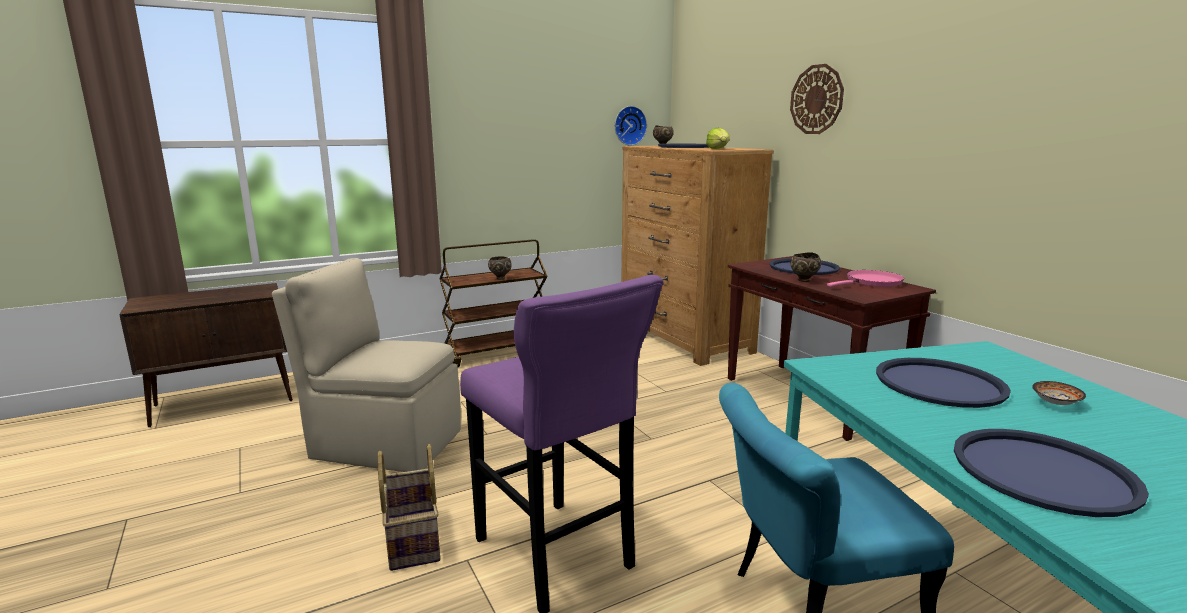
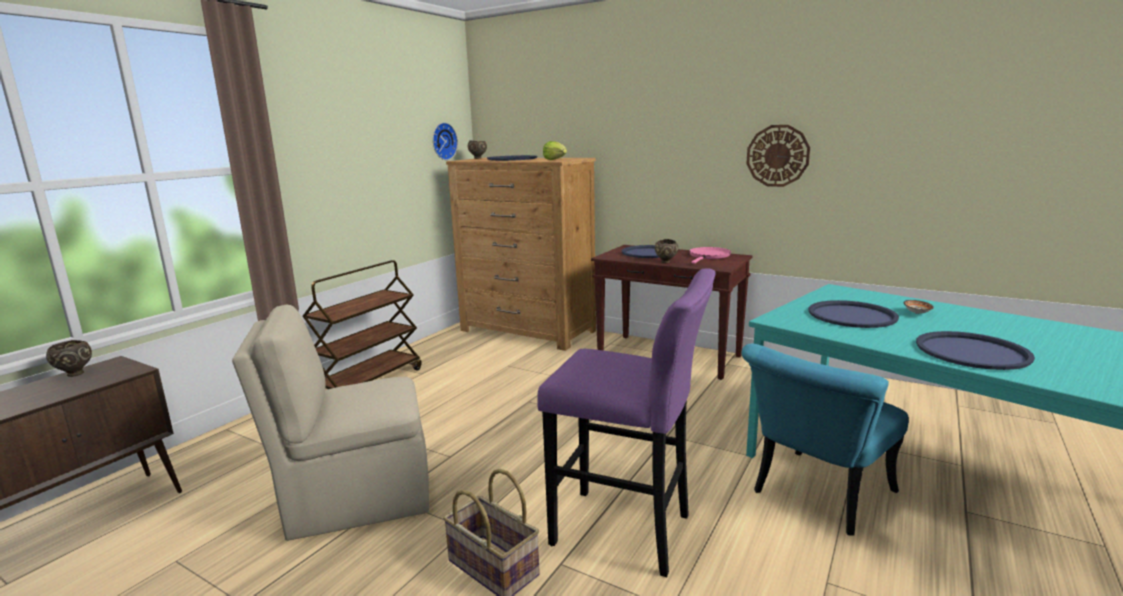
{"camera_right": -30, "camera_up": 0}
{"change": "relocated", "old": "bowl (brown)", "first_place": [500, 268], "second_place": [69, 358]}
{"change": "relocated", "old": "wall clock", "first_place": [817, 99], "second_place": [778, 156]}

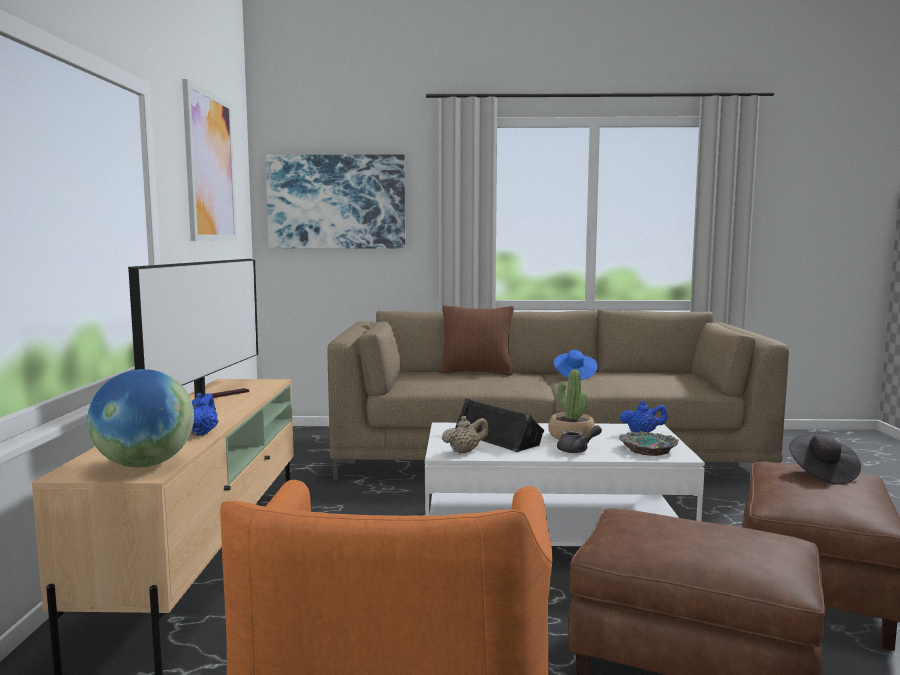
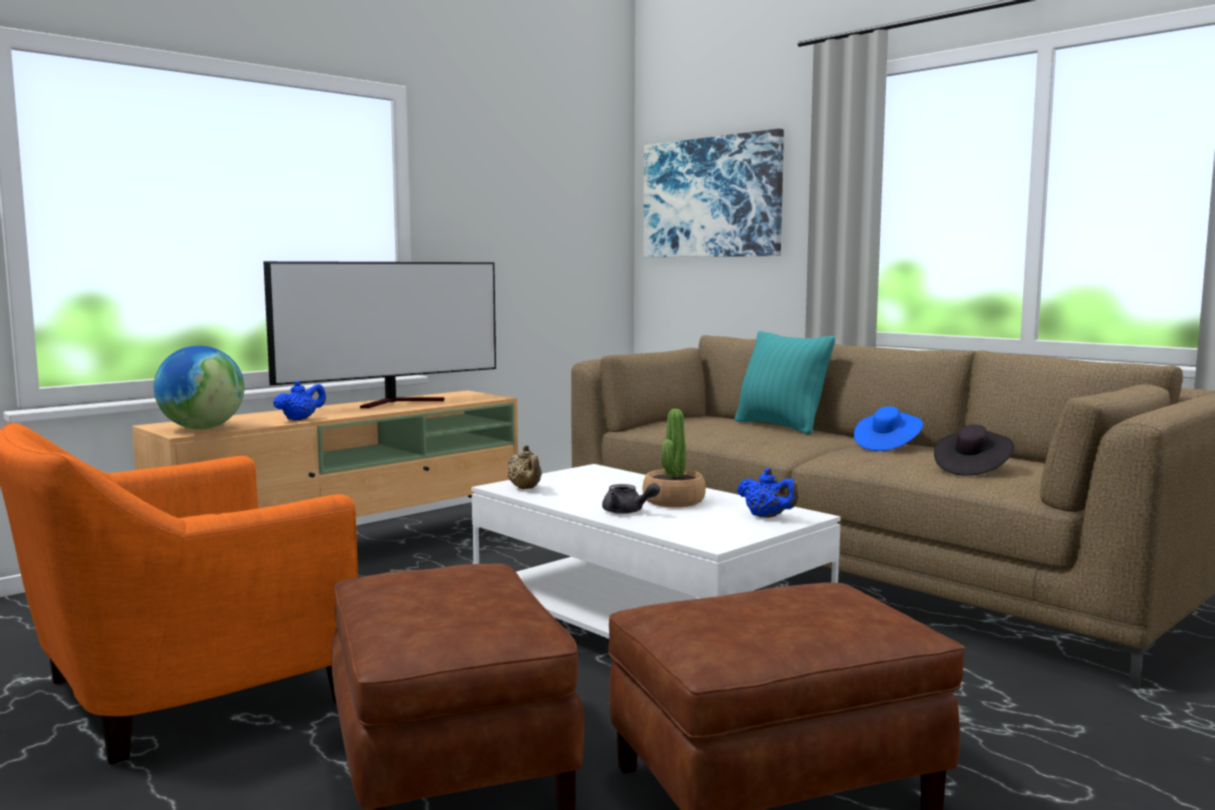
{"camera_right": 45, "camera_up": 0}
{"change": "spun", "old": "teapot (beige)", "first_place": [465, 434], "second_place": [524, 467], "degrees": 45}
{"change": "colour", "old": "pillow (brown)", "new": "pillow (turquoise)", "first_place": [476, 340], "second_place": [785, 383]}
{"change": "relocated", "old": "hat (black)", "first_place": [825, 459], "second_place": [974, 450]}
{"change": "missing", "old": "picture", "first_place": [209, 160]}
{"change": "missing", "old": "speaker (black)", "first_place": [499, 425]}
{"change": "missing", "old": "bowl", "first_place": [649, 443]}

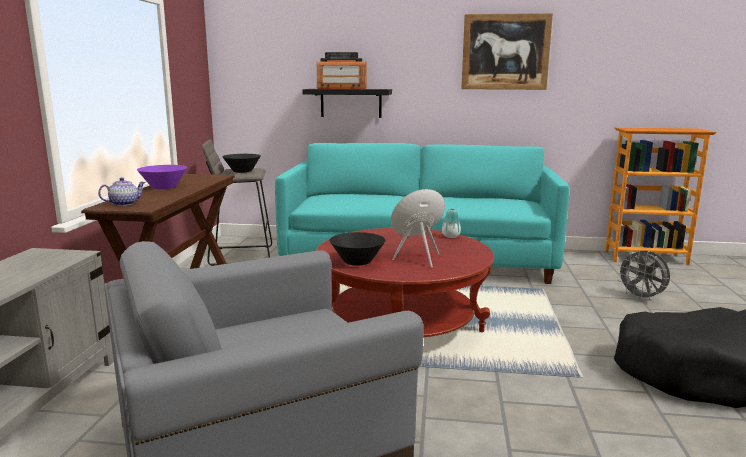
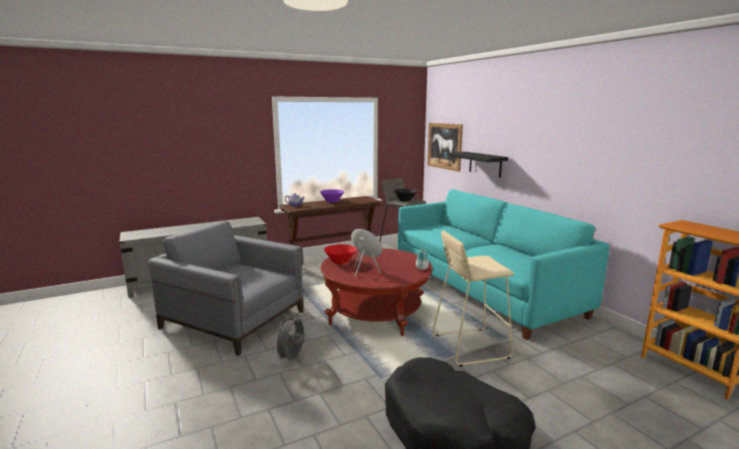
{"camera_right": 55, "camera_up": 0}
{"change": "relocated", "old": "fan (grey)", "first_place": [643, 275], "second_place": [288, 339]}
{"change": "colour", "old": "bowl (black)", "new": "bowl (red)", "first_place": [357, 249], "second_place": [340, 254]}
{"change": "relocated", "old": "picture", "first_place": [507, 51], "second_place": [445, 147]}
{"change": "appeared", "new": "stool (beige)", "second_place": [473, 298]}
{"change": "missing", "old": "radio", "first_place": [342, 70]}

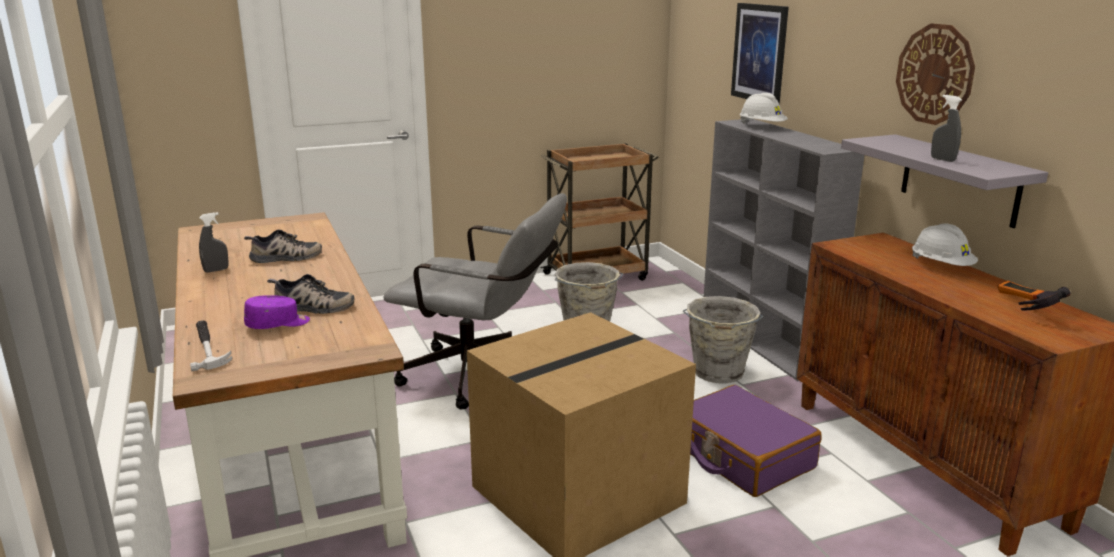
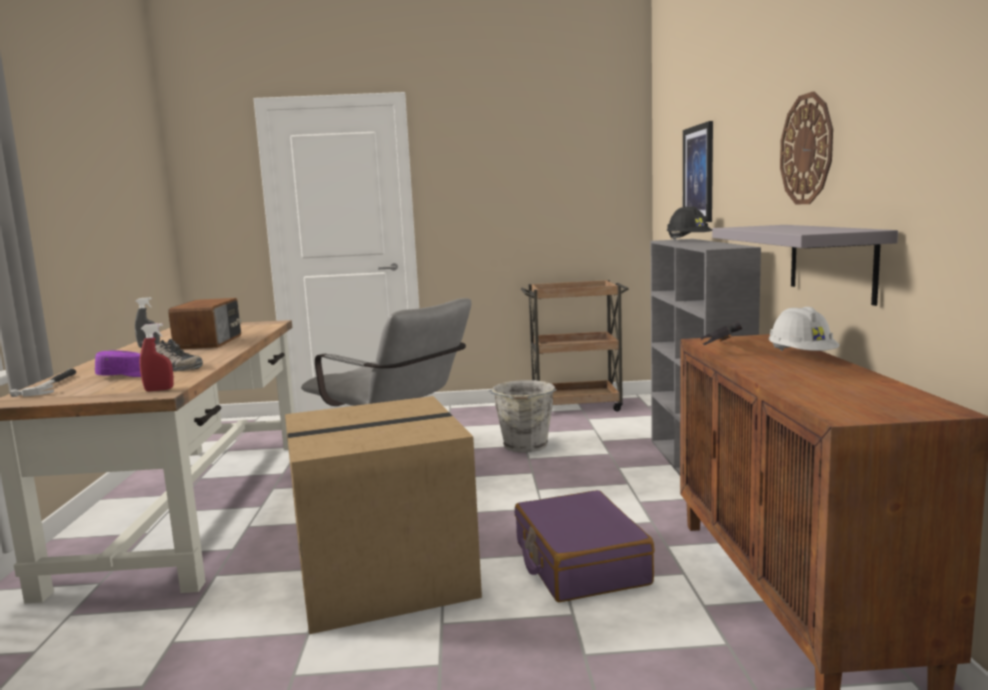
{"camera_right": 20, "camera_up": -10}
{"change": "appeared", "new": "spray bottle (red)", "second_place": [157, 357]}
{"change": "exchanged", "old": "shoe", "new": "radio", "first_place": [283, 246], "second_place": [205, 323]}
{"change": "colour", "old": "hard hat (white)", "new": "hard hat (black)", "first_place": [764, 108], "second_place": [689, 223]}
{"change": "relocated", "old": "hammer", "first_place": [1034, 295], "second_place": [721, 333]}
{"change": "missing", "old": "bucket (grey)", "first_place": [723, 339]}
{"change": "missing", "old": "spray bottle (grey)", "first_place": [946, 128]}

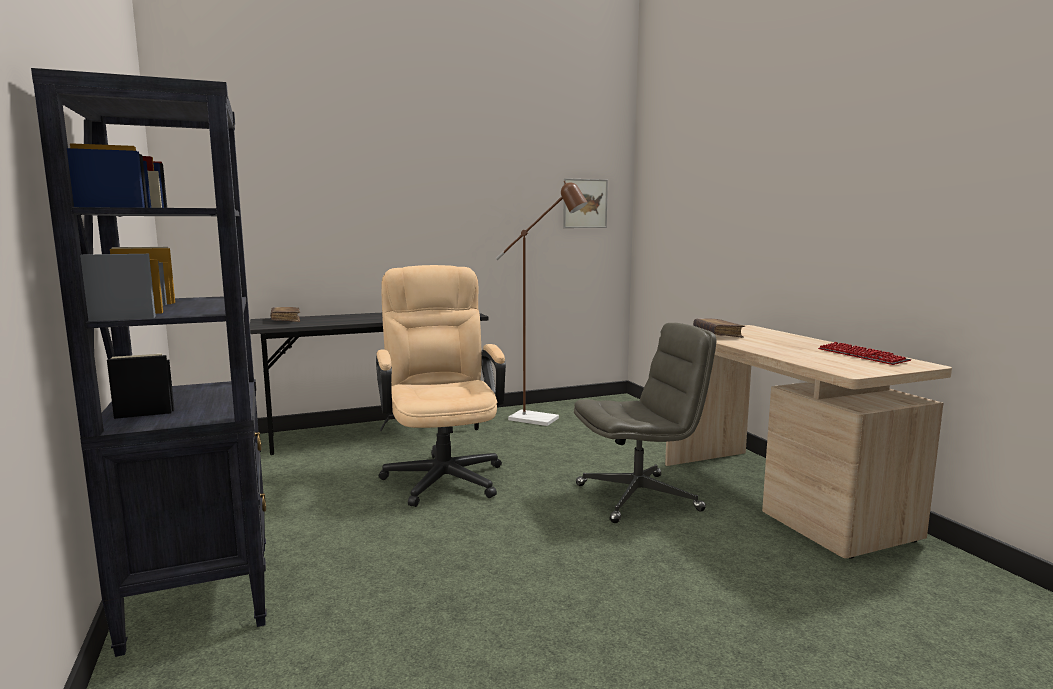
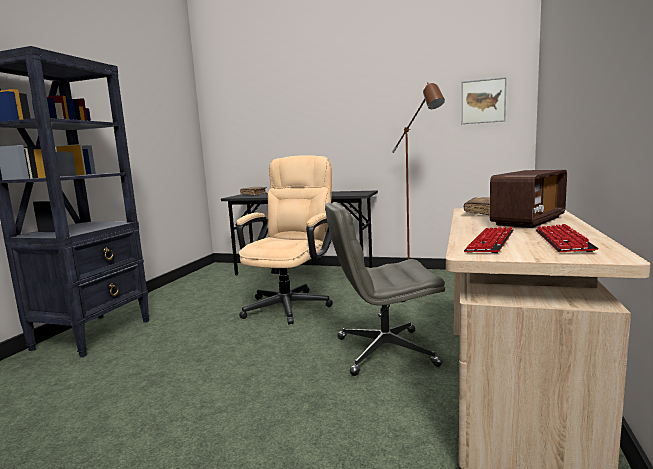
{"camera_right": 40, "camera_up": 0}
{"change": "spun", "old": "office chair (grey)", "first_place": [645, 423], "second_place": [385, 289], "degrees": 150}
{"change": "appeared", "new": "keyboard", "second_place": [489, 239]}
{"change": "appeared", "new": "radio", "second_place": [528, 199]}

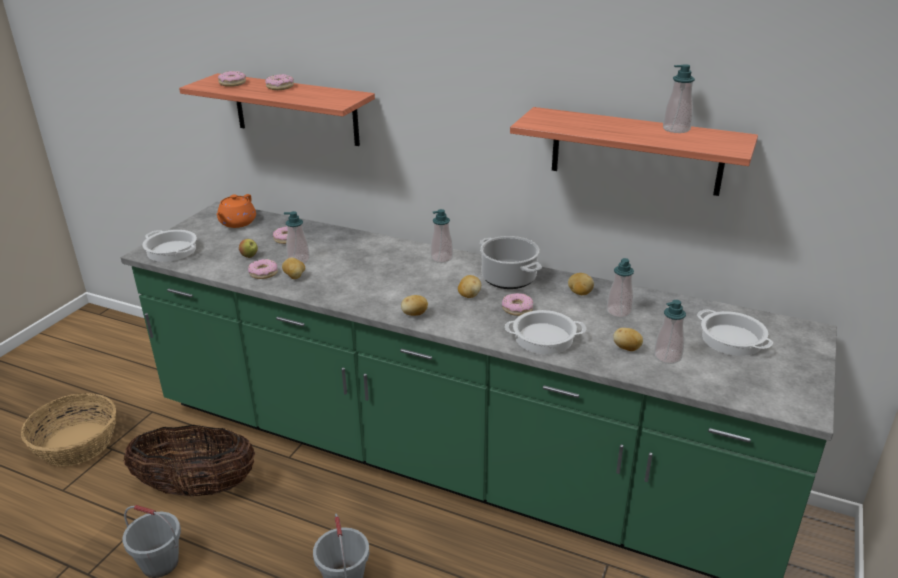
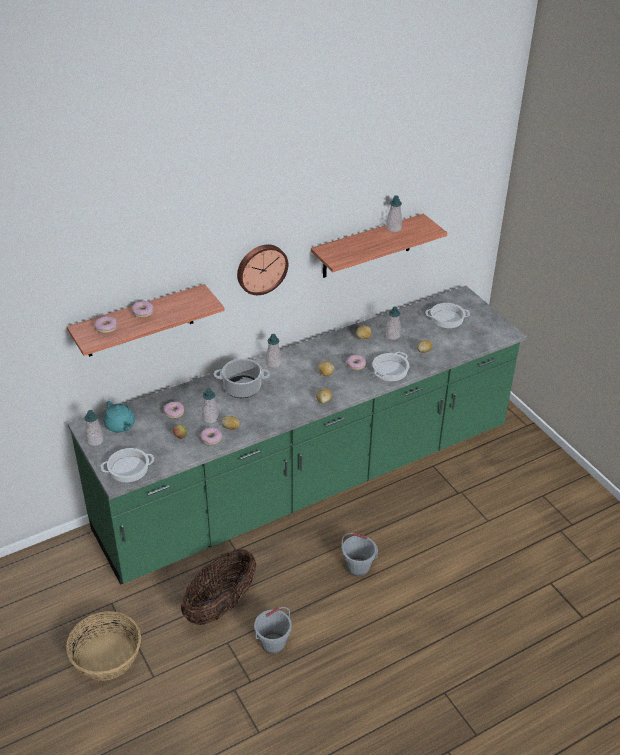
{"camera_right": -55, "camera_up": 10}
{"change": "relocated", "old": "soap dispenser", "first_place": [670, 332], "second_place": [94, 428]}
{"change": "colour", "old": "teapot (orange)", "new": "teapot (turquoise)", "first_place": [236, 211], "second_place": [119, 416]}
{"change": "relocated", "old": "cooking pot", "first_place": [511, 262], "second_place": [242, 378]}
{"change": "appeared", "new": "wall clock", "second_place": [262, 270]}

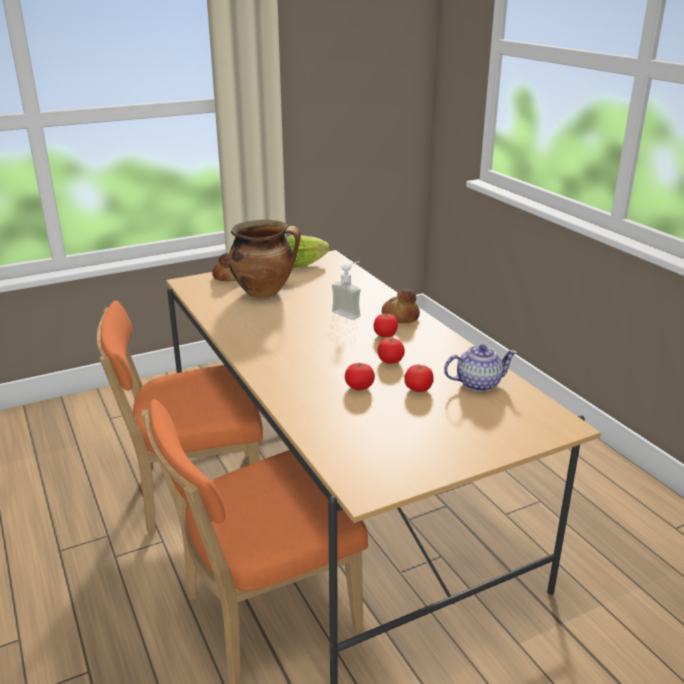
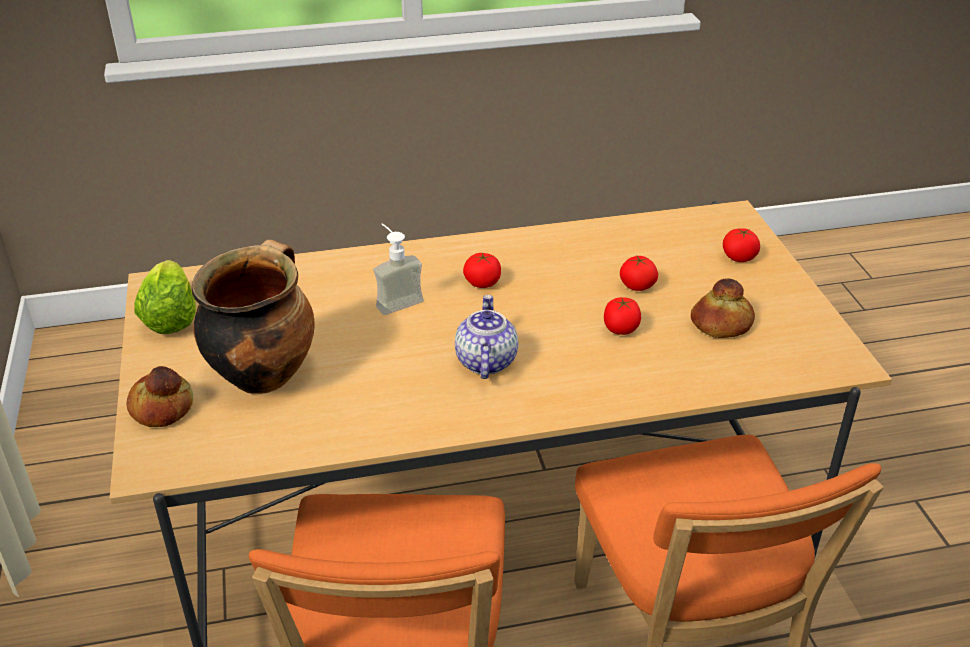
{"camera_right": -75, "camera_up": 10}
{"change": "relocated", "old": "teapot", "first_place": [480, 368], "second_place": [486, 337]}
{"change": "relocated", "old": "bread", "first_place": [401, 306], "second_place": [723, 308]}
{"change": "relocated", "old": "tomato", "first_place": [391, 351], "second_place": [741, 245]}

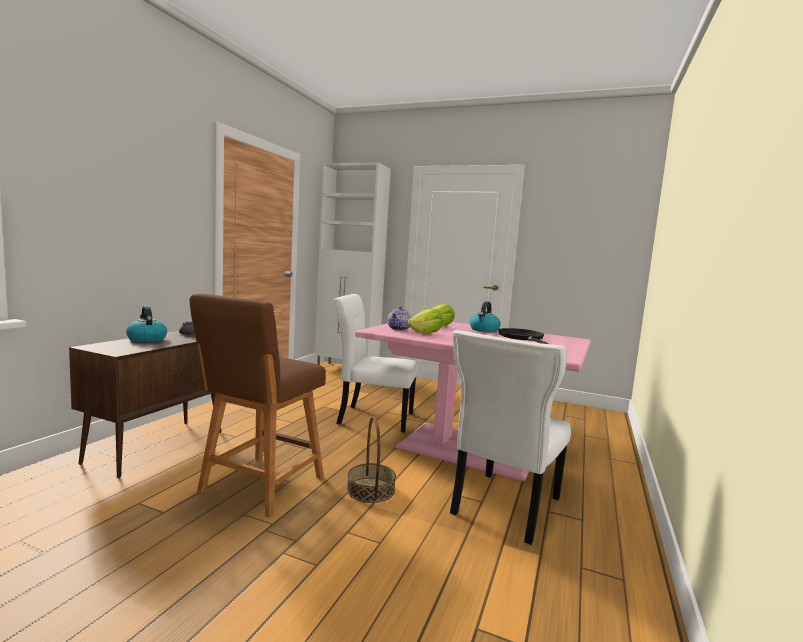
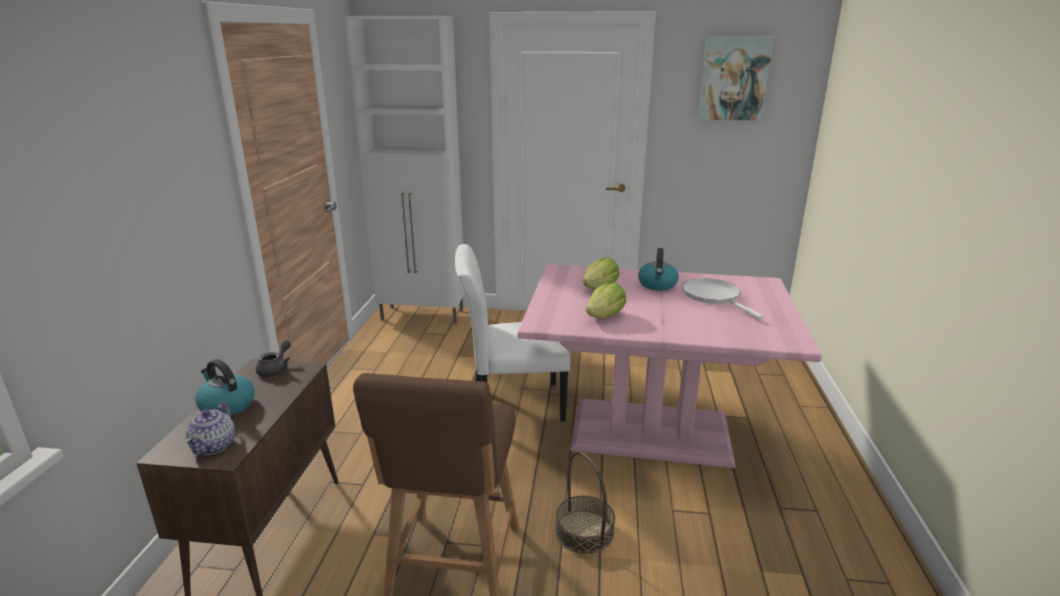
{"camera_right": -15, "camera_up": 15}
{"change": "relocated", "old": "teapot", "first_place": [399, 318], "second_place": [210, 429]}
{"change": "colour", "old": "frying pan (black)", "new": "frying pan (white)", "first_place": [523, 336], "second_place": [722, 298]}
{"change": "appeared", "new": "picture", "second_place": [736, 79]}
{"change": "missing", "old": "chair (white)", "first_place": [510, 437]}

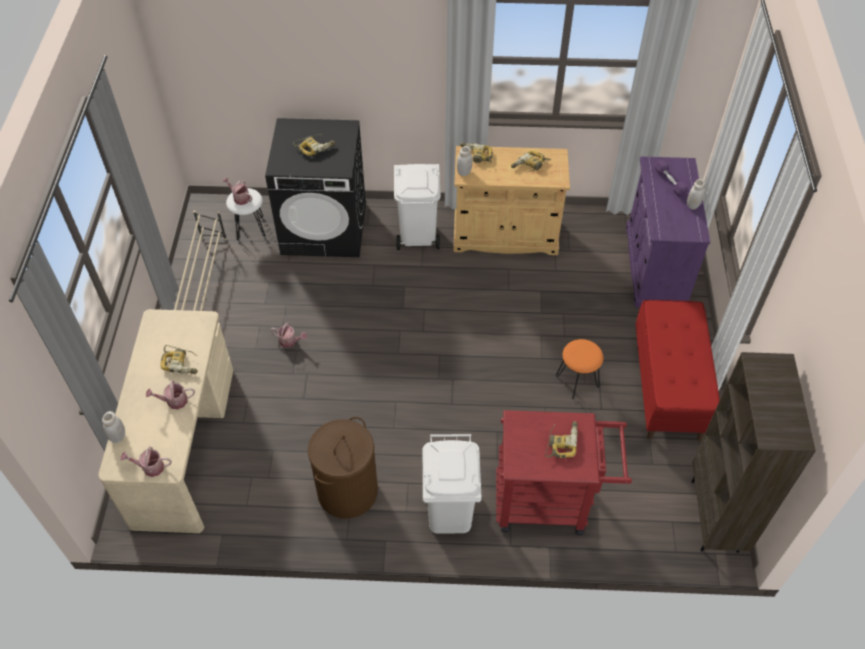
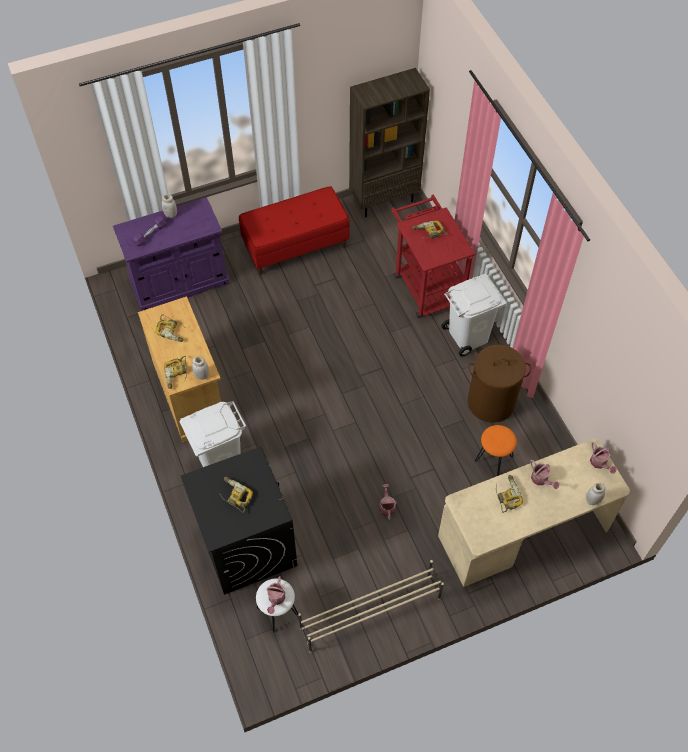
{"camera_right": -115, "camera_up": 5}
{"change": "relocated", "old": "stool (orange)", "first_place": [579, 369], "second_place": [496, 450]}

